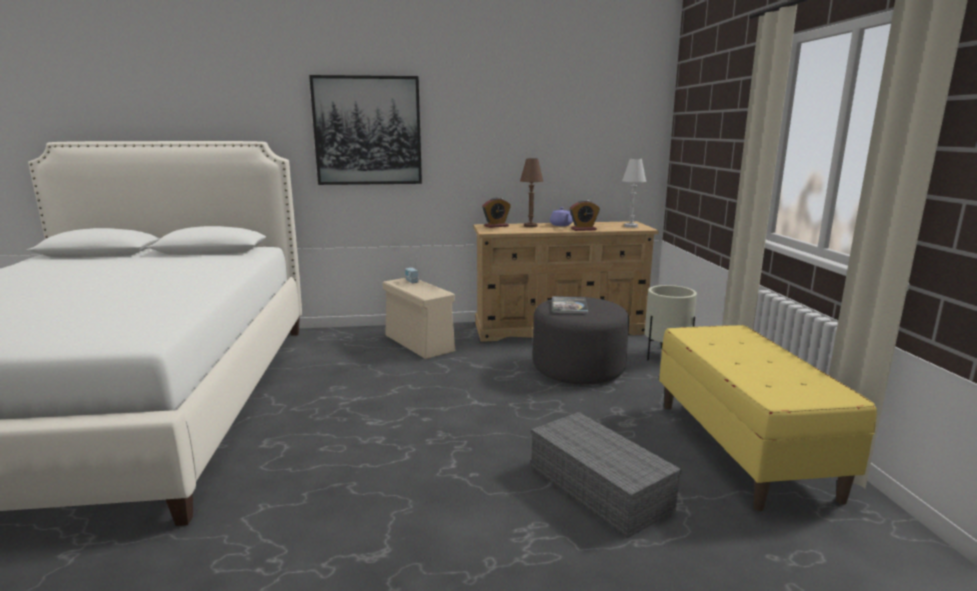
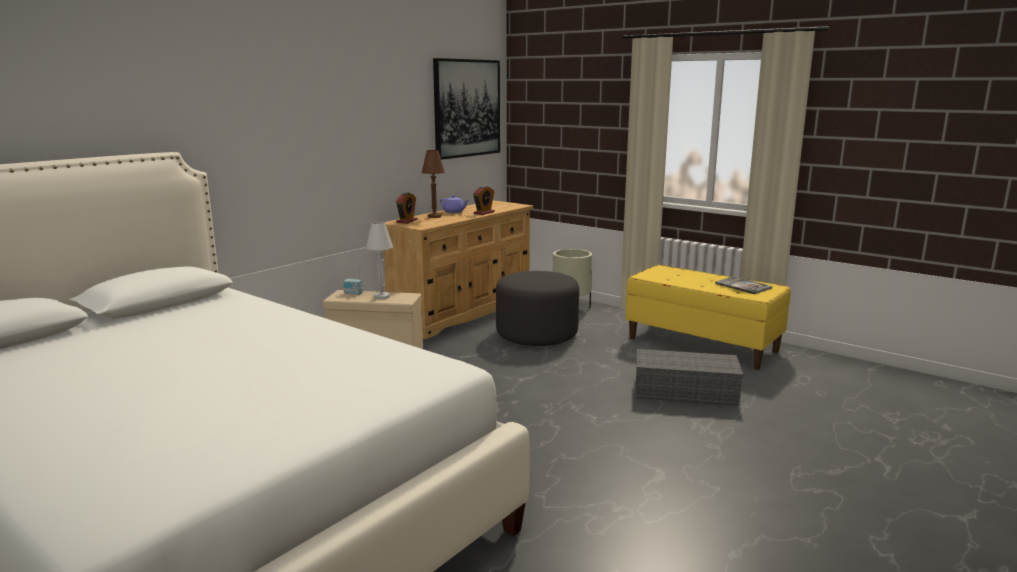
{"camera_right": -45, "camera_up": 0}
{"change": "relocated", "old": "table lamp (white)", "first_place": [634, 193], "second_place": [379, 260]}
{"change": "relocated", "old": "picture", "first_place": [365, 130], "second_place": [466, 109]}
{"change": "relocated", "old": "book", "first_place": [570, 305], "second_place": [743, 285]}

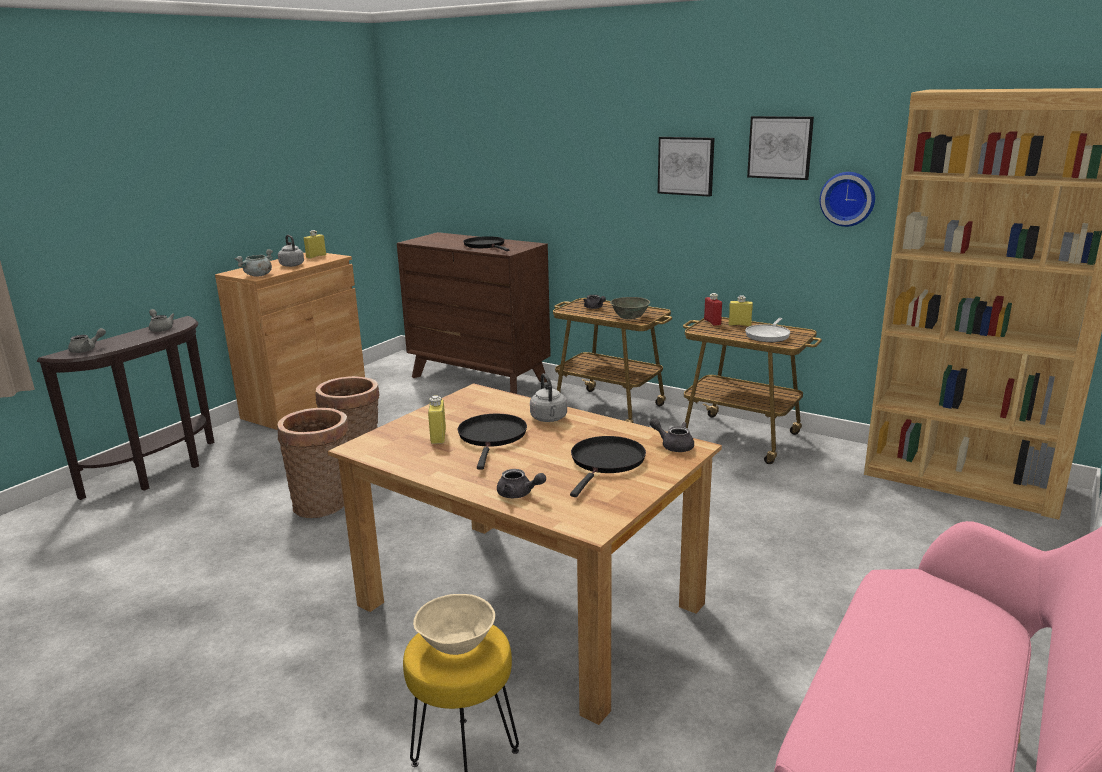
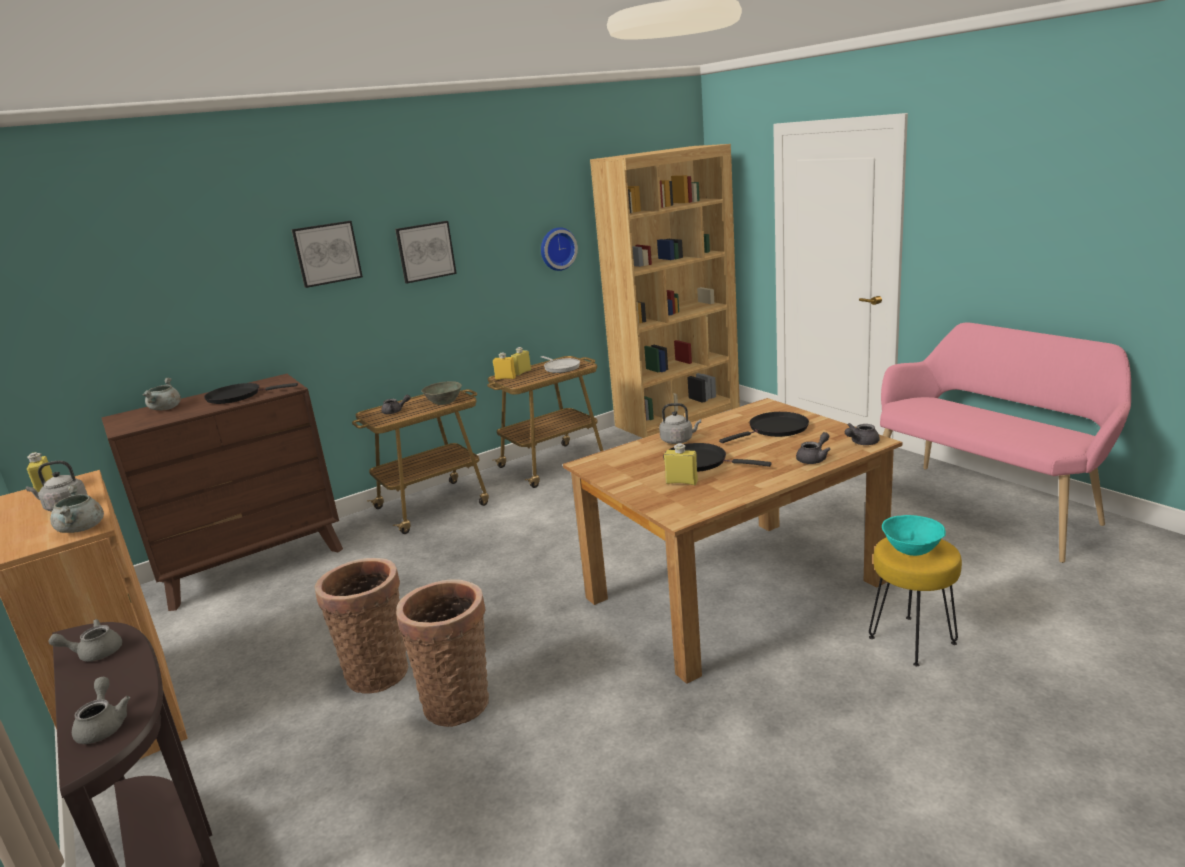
{"camera_right": -65, "camera_up": 0}
{"change": "appeared", "new": "cooking pot (grey)", "second_place": [162, 394]}
{"change": "relocated", "old": "picture", "first_place": [780, 148], "second_place": [327, 254]}
{"change": "colour", "old": "bottle (red)", "new": "bottle (yellow)", "first_place": [713, 309], "second_place": [504, 366]}
{"change": "spun", "old": "frying pan (black)", "first_place": [608, 466], "second_place": [764, 427], "degrees": 105}
{"change": "relocated", "old": "teapot (grey)", "first_place": [672, 435], "second_place": [862, 434]}
{"change": "colour", "old": "bowl (beige)", "new": "bowl (turquoise)", "first_place": [454, 624], "second_place": [914, 535]}

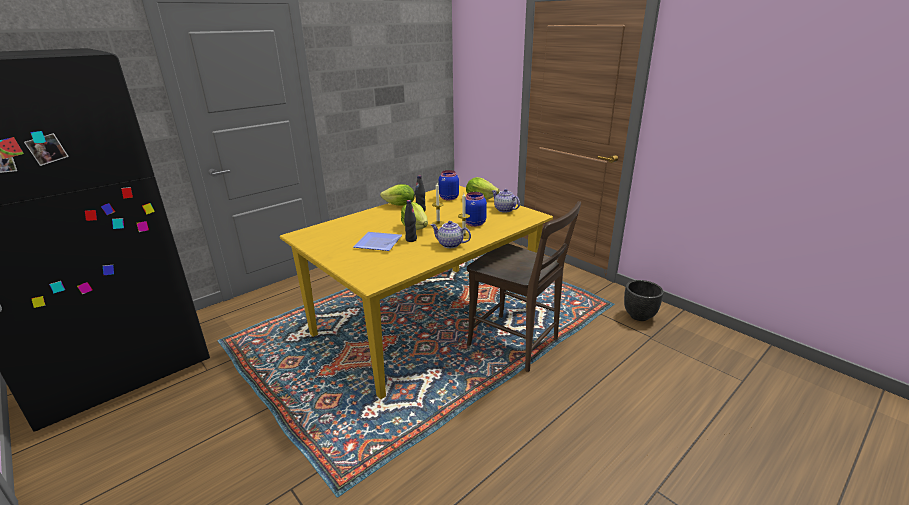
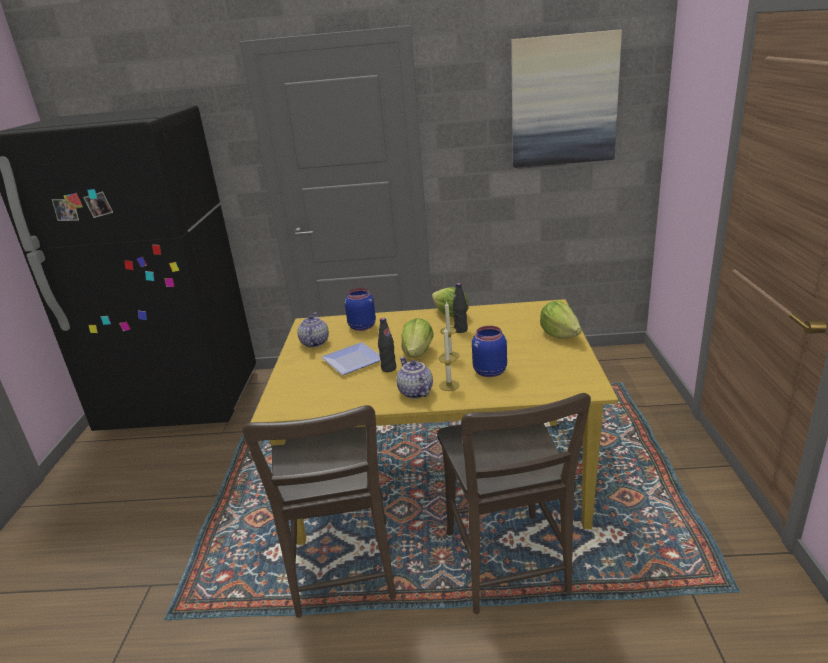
{"camera_right": 45, "camera_up": 0}
{"change": "appeared", "new": "chair (brown)", "second_place": [319, 511]}
{"change": "relocated", "old": "teapot", "first_place": [506, 201], "second_place": [313, 330]}
{"change": "relocated", "old": "jar (blue)", "first_place": [449, 185], "second_place": [360, 309]}
{"change": "appeared", "new": "picture", "second_place": [566, 99]}
{"change": "missing", "old": "planter (black)", "first_place": [644, 300]}

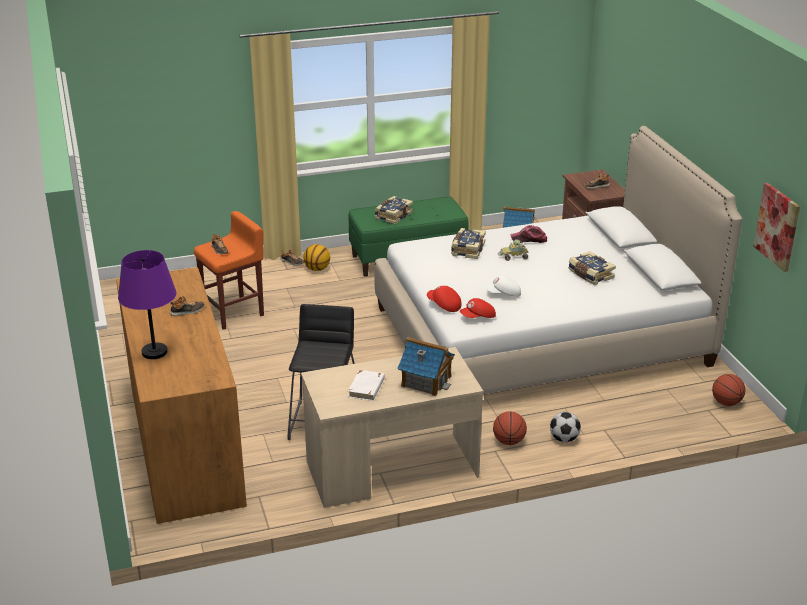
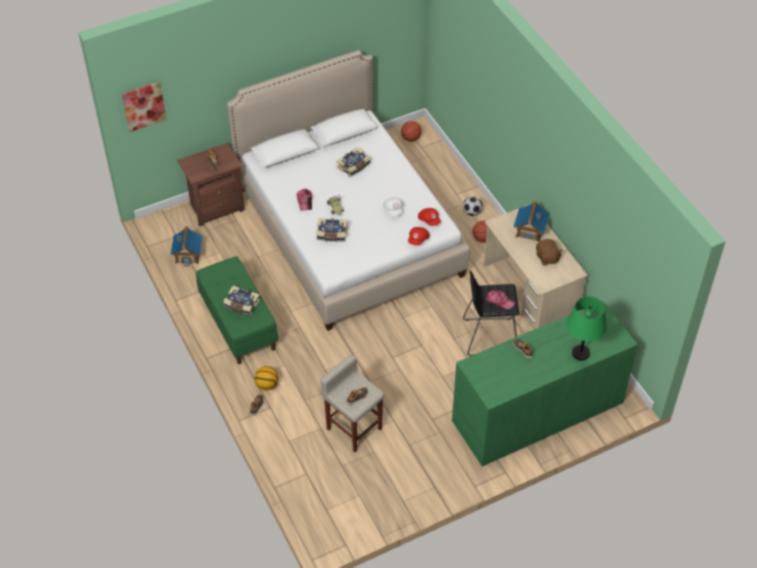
{"camera_right": -100, "camera_up": 20}
{"change": "relocated", "old": "picture", "first_place": [777, 227], "second_place": [144, 107]}
{"change": "colour", "old": "stool (orange)", "new": "stool (beige)", "first_place": [229, 270], "second_place": [352, 403]}
{"change": "colour", "old": "dresser (brown)", "new": "dresser (green)", "first_place": [181, 395], "second_place": [545, 383]}
{"change": "appeared", "new": "cap", "second_place": [501, 299]}
{"change": "exchanged", "old": "book (white)", "new": "plush toy (brown)", "first_place": [366, 385], "second_place": [549, 252]}
{"change": "colour", "old": "table lamp (purple)", "new": "table lamp (green)", "first_place": [147, 304], "second_place": [586, 328]}

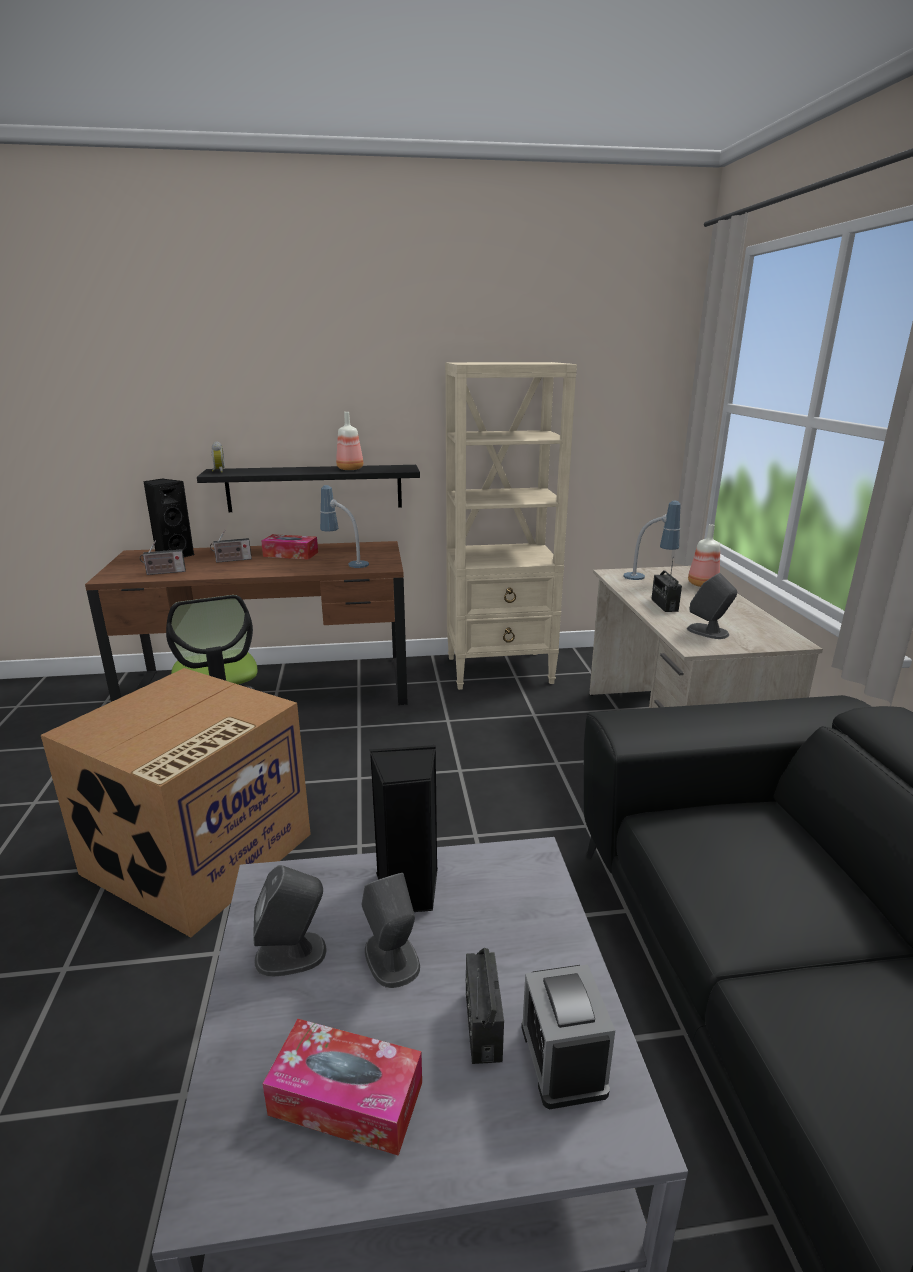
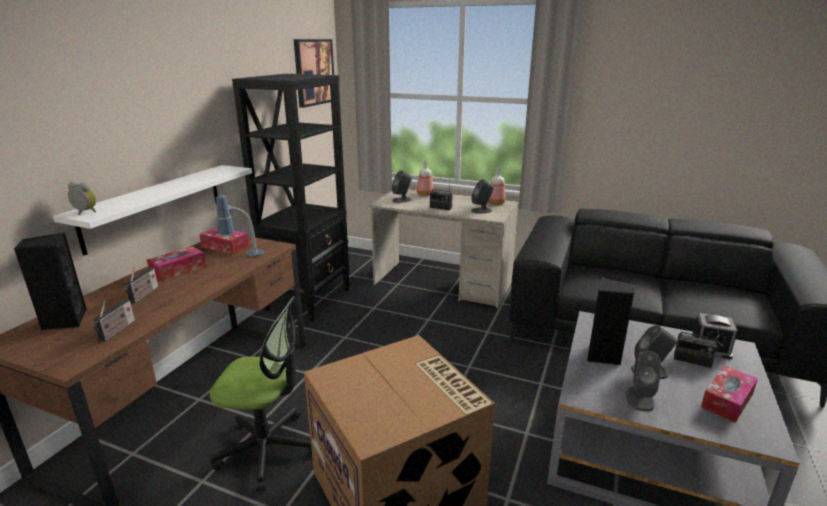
{"camera_right": -60, "camera_up": 0}
{"change": "colour", "old": "shelf (black)", "new": "shelf (white)", "first_place": [308, 488], "second_place": [152, 210]}
{"change": "appeared", "new": "tissue box", "second_place": [224, 240]}
{"change": "colour", "old": "bookcase (beige)", "new": "bookcase (black)", "first_place": [511, 526], "second_place": [291, 197]}
{"change": "appeared", "new": "picture", "second_place": [314, 73]}
{"change": "exchanged", "old": "table lamp", "new": "speaker (grey)", "first_place": [652, 540], "second_place": [402, 186]}
{"change": "relocated", "old": "bottle", "first_place": [349, 441], "second_place": [497, 186]}

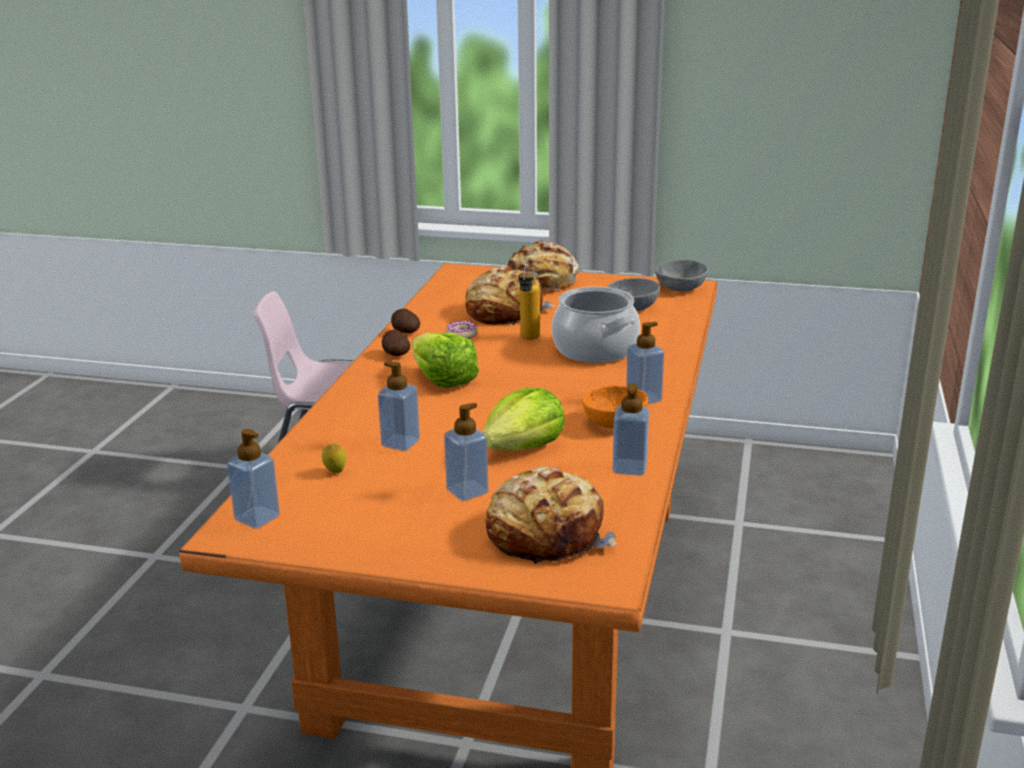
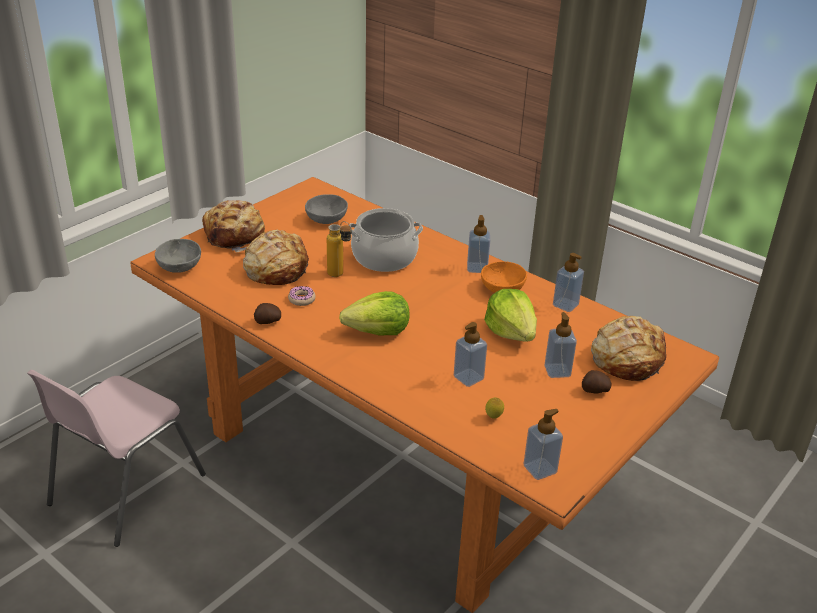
{"camera_right": -65, "camera_up": 10}
{"change": "relocated", "old": "bowl (grey)", "first_place": [681, 275], "second_place": [178, 256]}
{"change": "relocated", "old": "potato", "first_place": [396, 343], "second_place": [596, 381]}

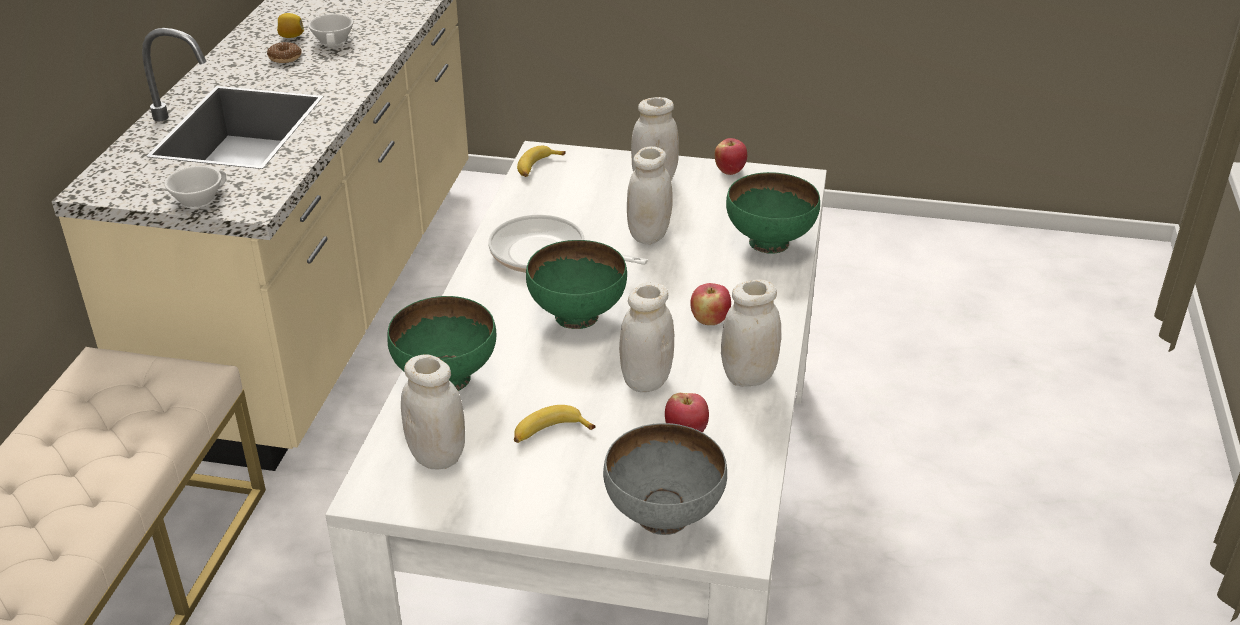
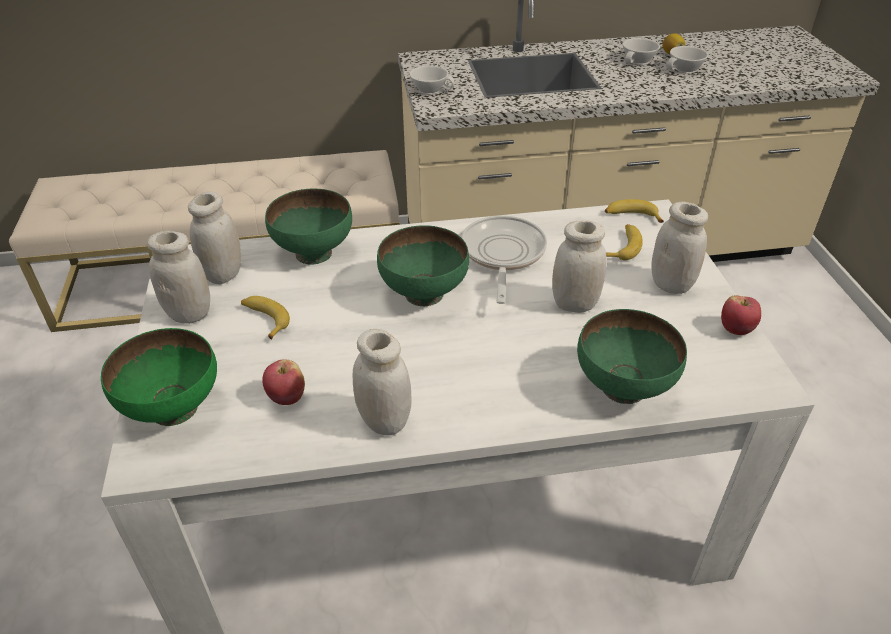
{"camera_right": 70, "camera_up": 5}
{"change": "colour", "old": "bowl (grey)", "new": "bowl (green)", "first_place": [665, 479], "second_place": [159, 377]}
{"change": "relocated", "old": "jar (white)", "first_place": [646, 337], "second_place": [178, 277]}
{"change": "appeared", "new": "banana", "second_place": [624, 242]}
{"change": "exchanged", "old": "donut", "new": "cup (white)", "first_place": [284, 52], "second_place": [641, 51]}
{"change": "missing", "old": "apple", "first_place": [710, 304]}

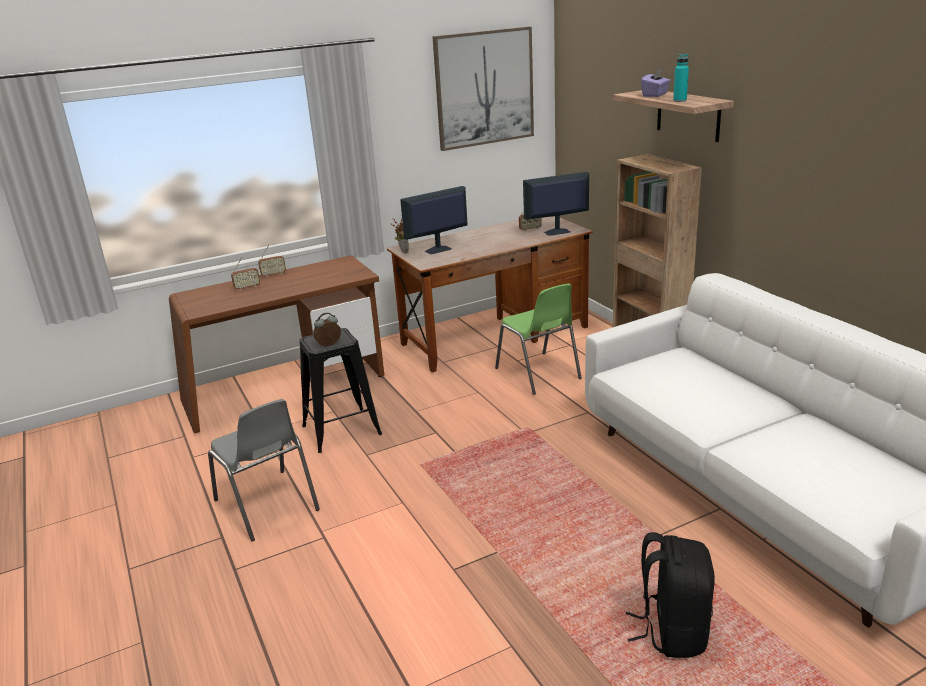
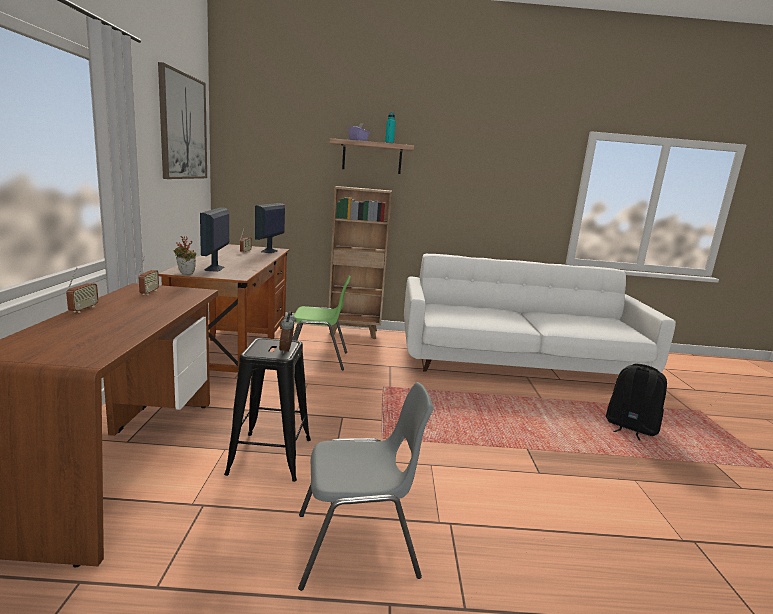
{"camera_right": -65, "camera_up": -10}
{"change": "relocated", "old": "radio", "first_place": [245, 273], "second_place": [148, 275]}

